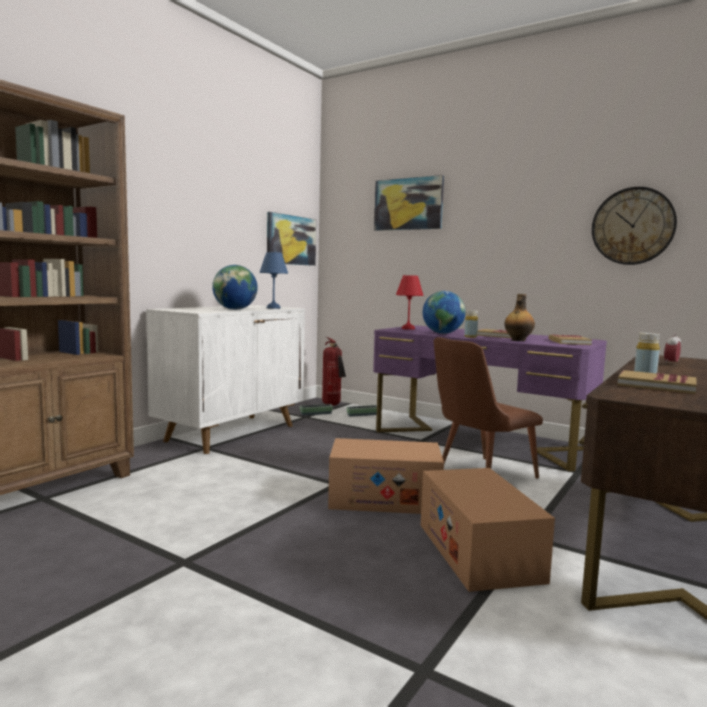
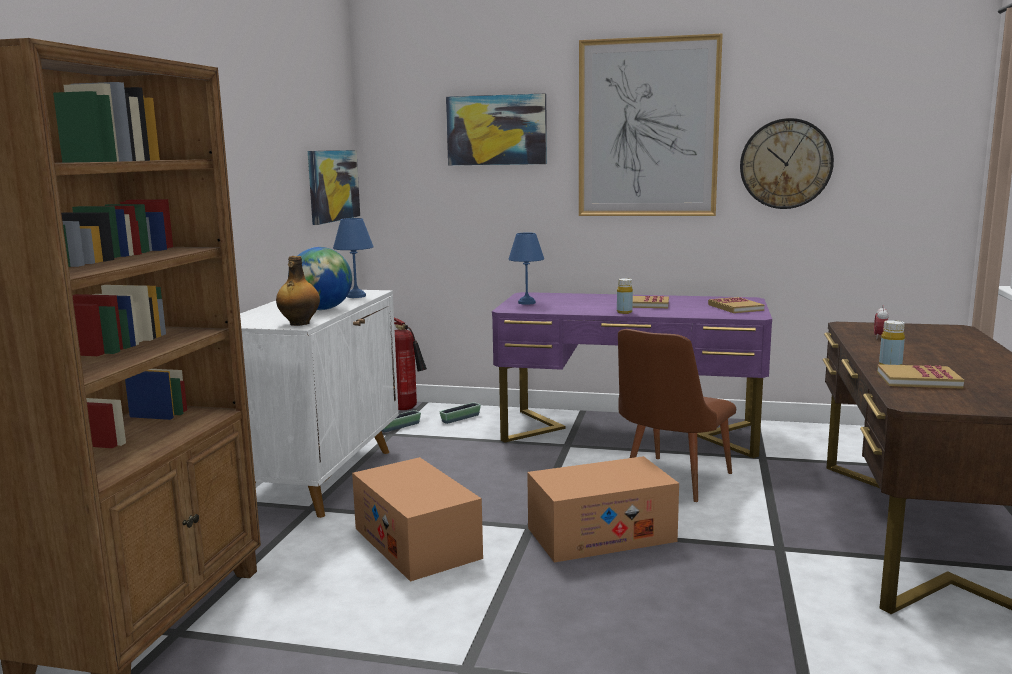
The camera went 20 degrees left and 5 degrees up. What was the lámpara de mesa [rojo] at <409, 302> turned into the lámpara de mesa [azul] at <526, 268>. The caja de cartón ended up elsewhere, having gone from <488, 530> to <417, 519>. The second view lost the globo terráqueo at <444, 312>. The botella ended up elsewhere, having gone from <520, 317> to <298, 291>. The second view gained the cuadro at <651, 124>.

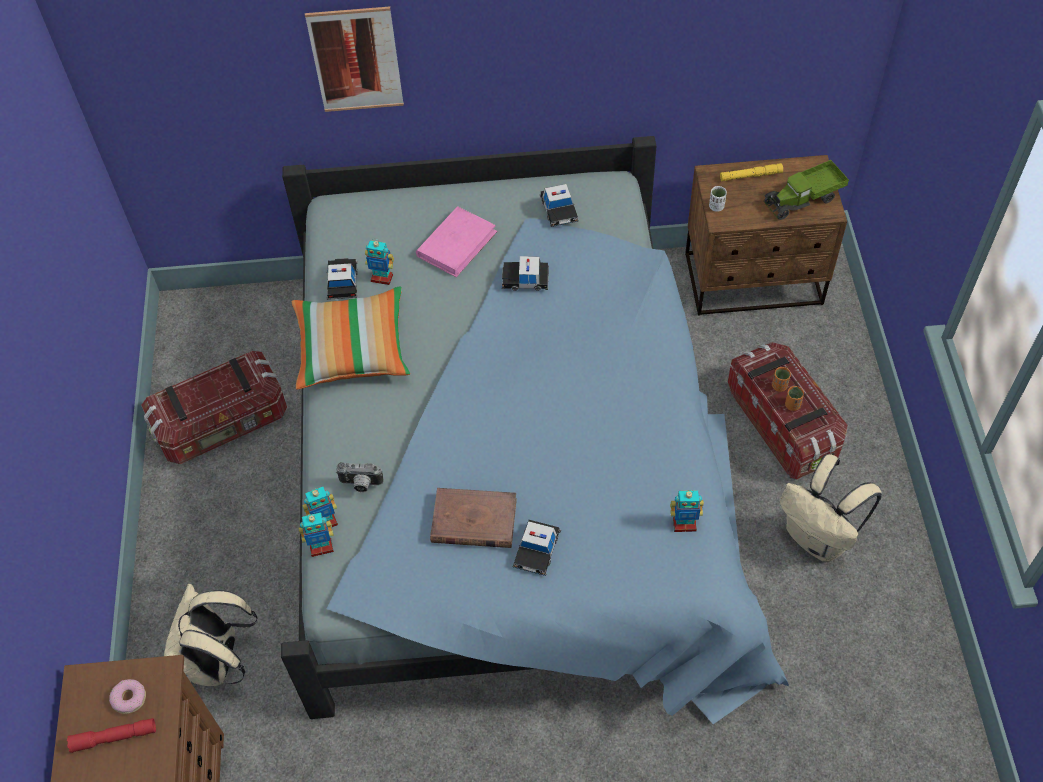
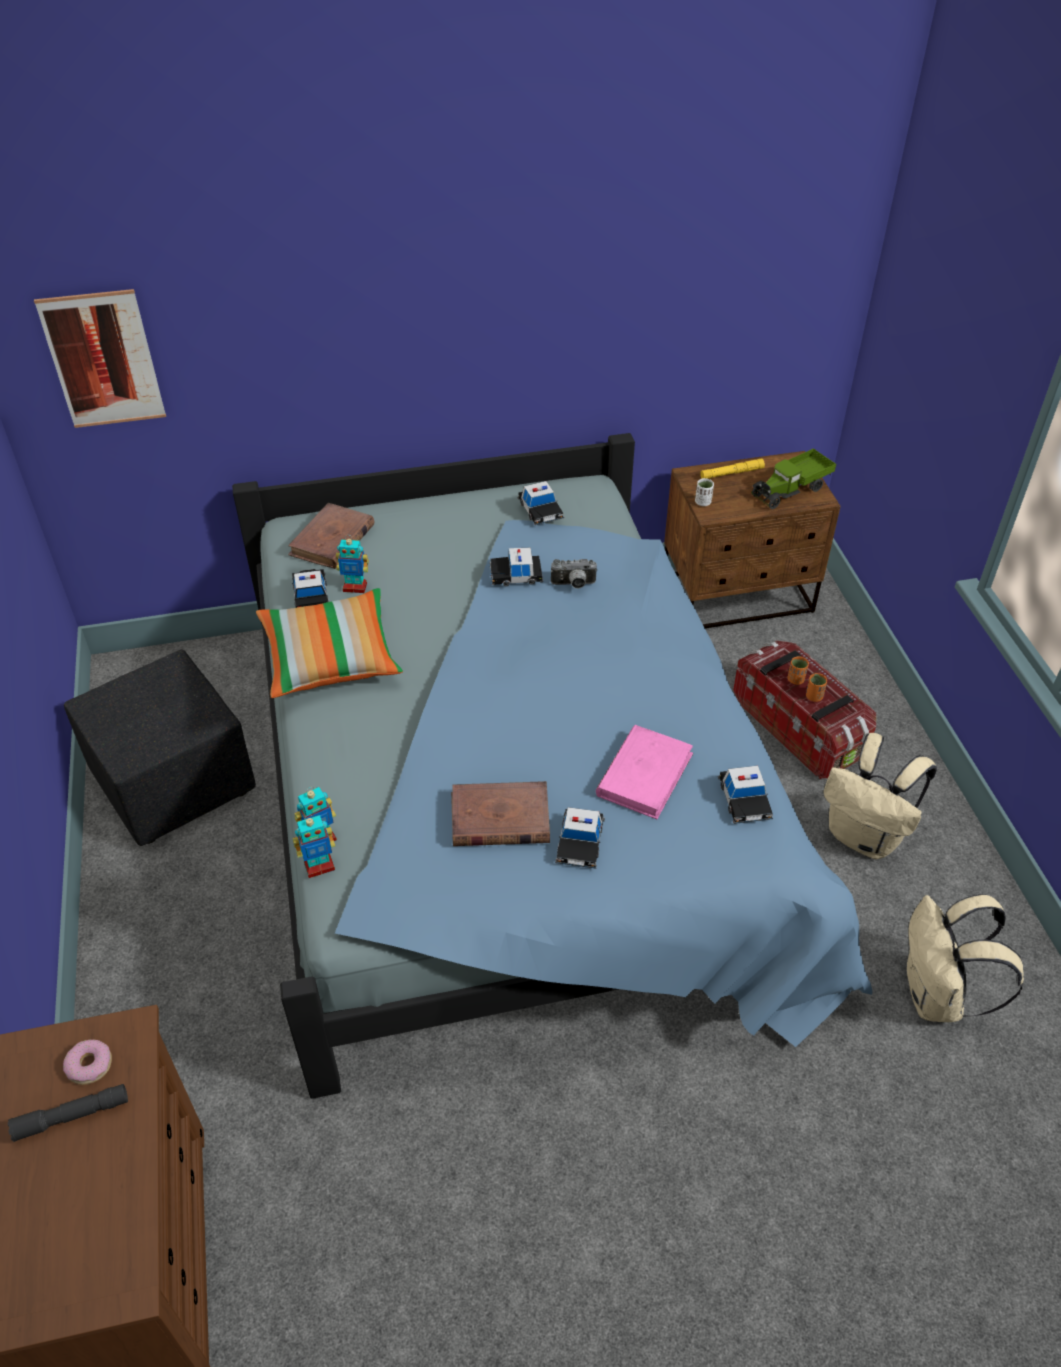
The camera went 10 degrees left and 10 degrees down. What was the linterna [rojo] at <111, 735> turned into the linterna [gris] at <68, 1113>. Where the caja de almacenaje stood at <214, 407>, the puf [negro] came to stand at <160, 748>. The mochila [beis] ended up elsewhere, having gone from <211, 635> to <965, 958>. The cuadro ended up elsewhere, having gone from <354, 59> to <100, 358>. The cámara ended up elsewhere, having gone from <359, 477> to <574, 574>. The libro [rosa] ended up elsewhere, having gone from <456, 241> to <644, 772>. Where the robot de juguete stood at <687, 511>, the coche de juguete came to stand at <745, 795>. The second view gained the libro [marrón] at <331, 536>.

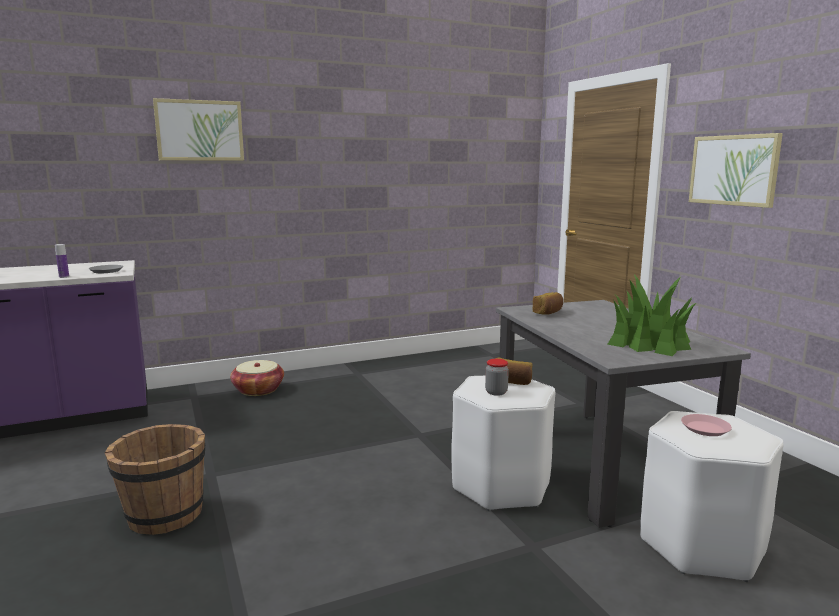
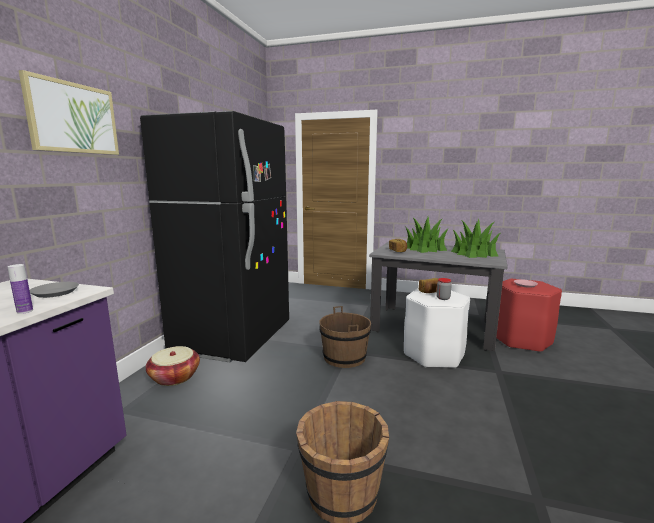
The camera went 50 degrees left and 0 degrees up. What was the taburete [blanco] at <712, 496> turned into the taburete [rojo] at <529, 315>. The second view lost the cuadro at <736, 170>. The second view gained the nevera [negro] at <214, 236>. The second view gained the cubo [marrón] at <345, 337>. The second view gained the planta en maceta at <427, 235>.

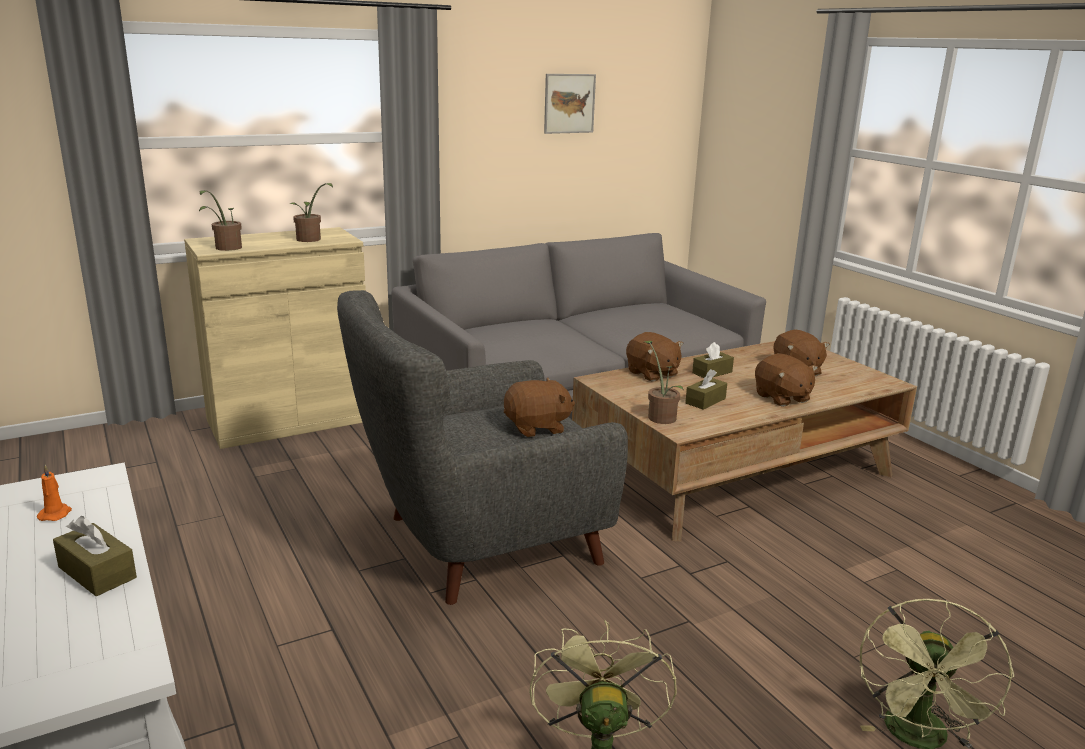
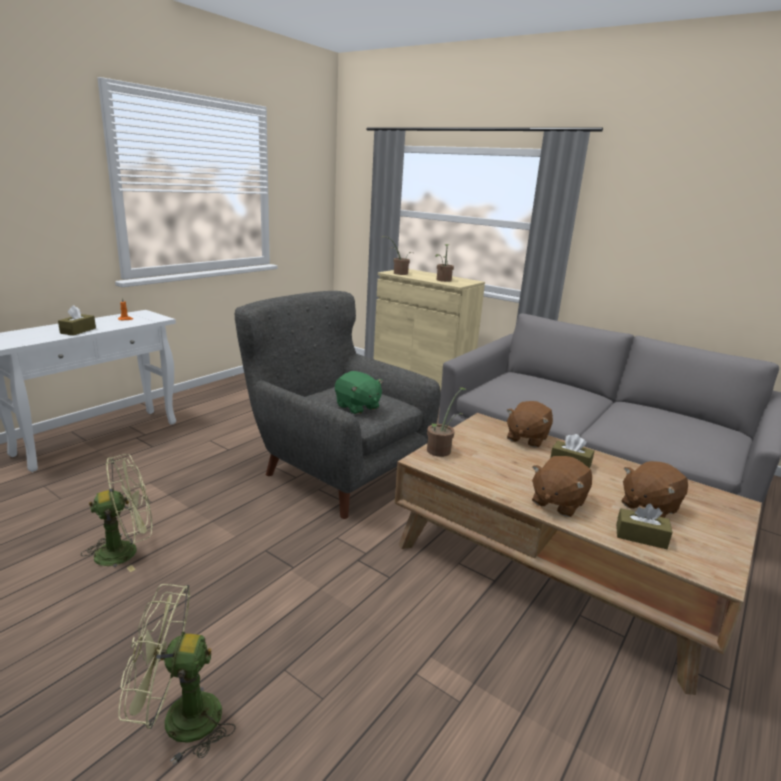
The camera went 65 degrees right and 0 degrees up. What was the peluche [marrón] at <539, 407> turned into the peluche [verde] at <359, 393>. The second view lost the cuadro at <570, 104>. The caja de pañuelos [marrón] ended up elsewhere, having gone from <706, 389> to <644, 526>.

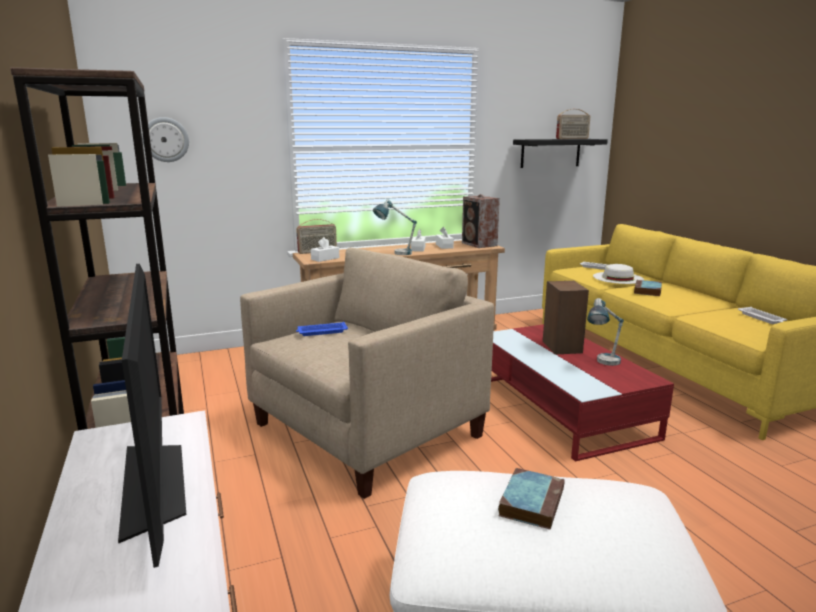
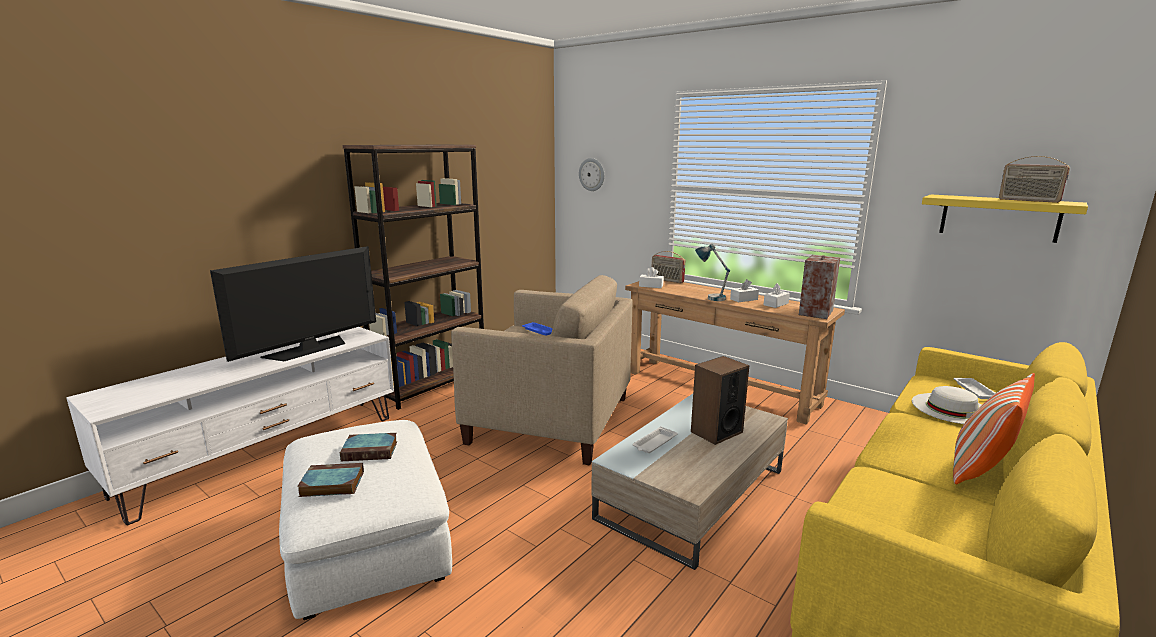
The camera went 60 degrees right and 0 degrees up. What was the mesa de centro [rojo] at <582, 393> turned into the mesa de centro [beis] at <689, 482>. What was the estante [negro] at <560, 153> turned into the estante [amarillo] at <1005, 218>. The second view lost the lámpara de mesa at <605, 332>. The libro ended up elsewhere, having gone from <648, 288> to <330, 480>. The bandeja [blanco] ended up elsewhere, having gone from <762, 315> to <655, 439>. The second view gained the cojín at <994, 428>.

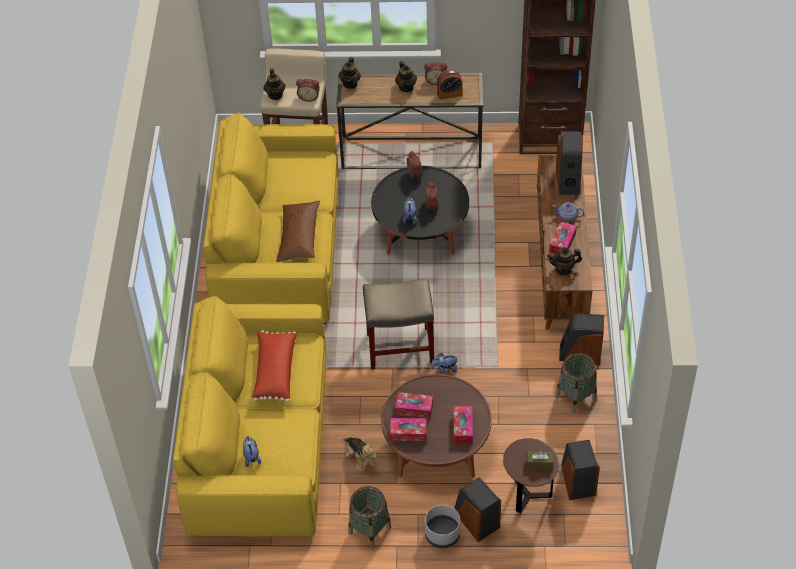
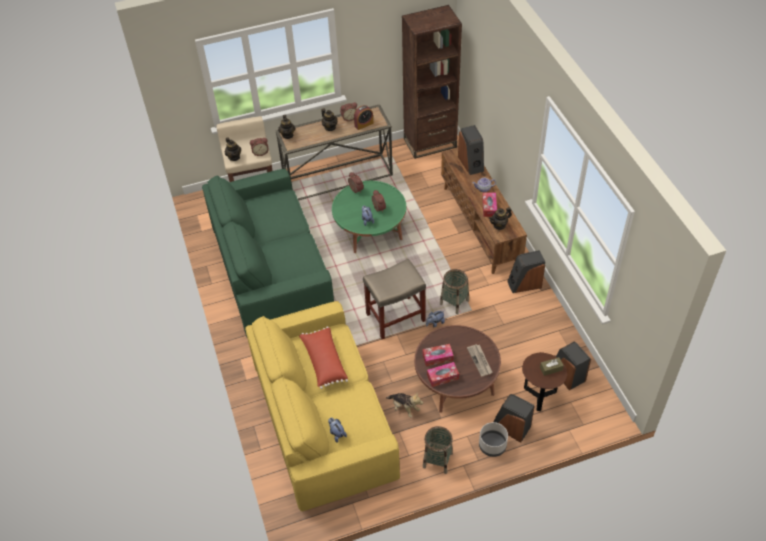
The camera went 20 degrees left and 0 degrees up. What was the sofá [amarillo] at <271, 218> turned into the sofá [verde] at <268, 253>. The second view lost the cojín [marrón] at <298, 231>. What was the mesa de centro [negro] at <420, 210> turned into the mesa de centro [verde] at <369, 217>. Where the caja de pañuelos stood at <463, 424>, the periódico came to stand at <480, 360>. The cesta ended up elsewhere, having gone from <576, 383> to <454, 291>.

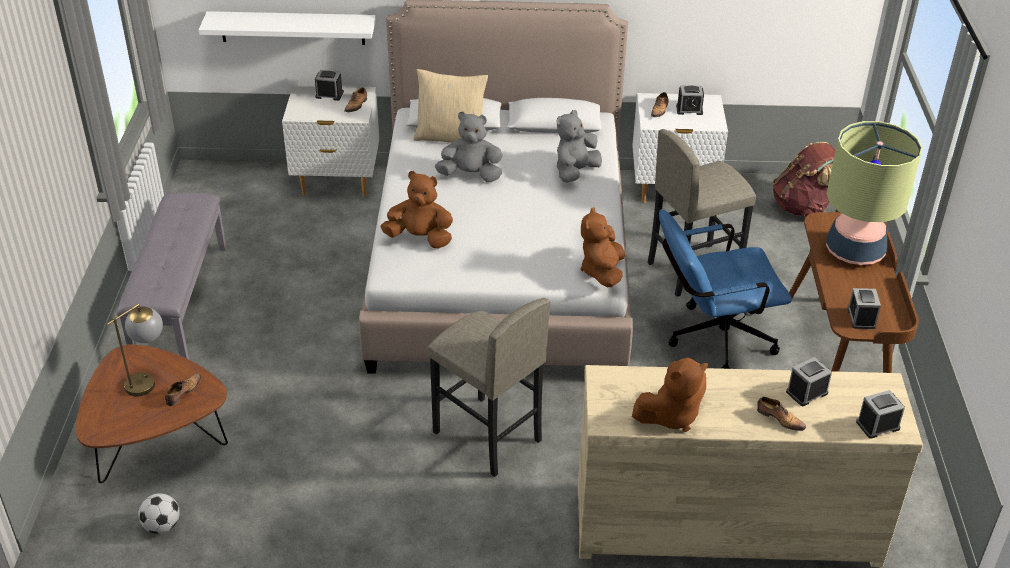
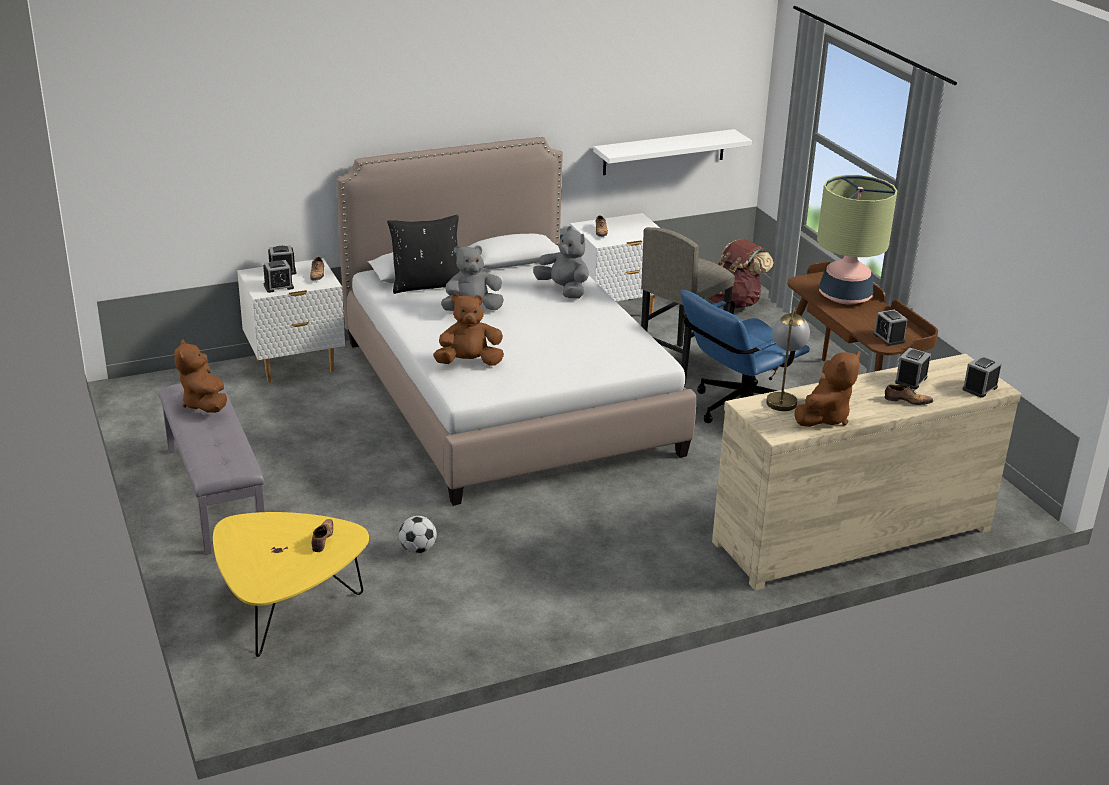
The camera went 25 degrees left and 10 degrees down. What was the mesa de centro [marrón] at <152, 413> turned into the mesa de centro [amarillo] at <291, 584>. The lámpara de mesa ended up elsewhere, having gone from <135, 350> to <788, 359>. The balón de fútbol ended up elsewhere, having gone from <159, 513> to <418, 535>. The estante [blanco] ended up elsewhere, having gone from <287, 28> to <672, 152>. What was the cojín [beis] at <450, 106> turned into the cojín [negro] at <423, 254>. The second view lost the taburete [gris] at <488, 387>. The peluche [gris] at <579, 146> ended up facing another way, 120 degrees clockwise from before. The peluche [marrón] ended up elsewhere, having gone from <603, 247> to <200, 376>. The despertador ended up elsewhere, having gone from <690, 100> to <278, 276>.

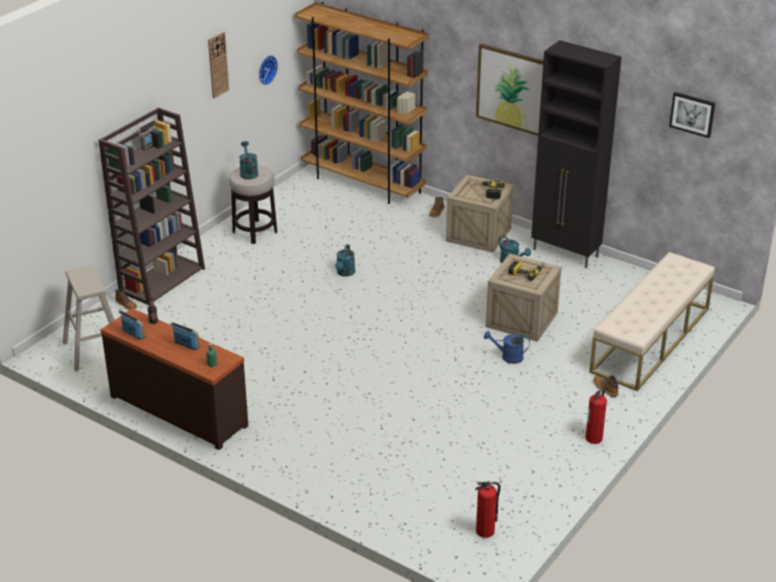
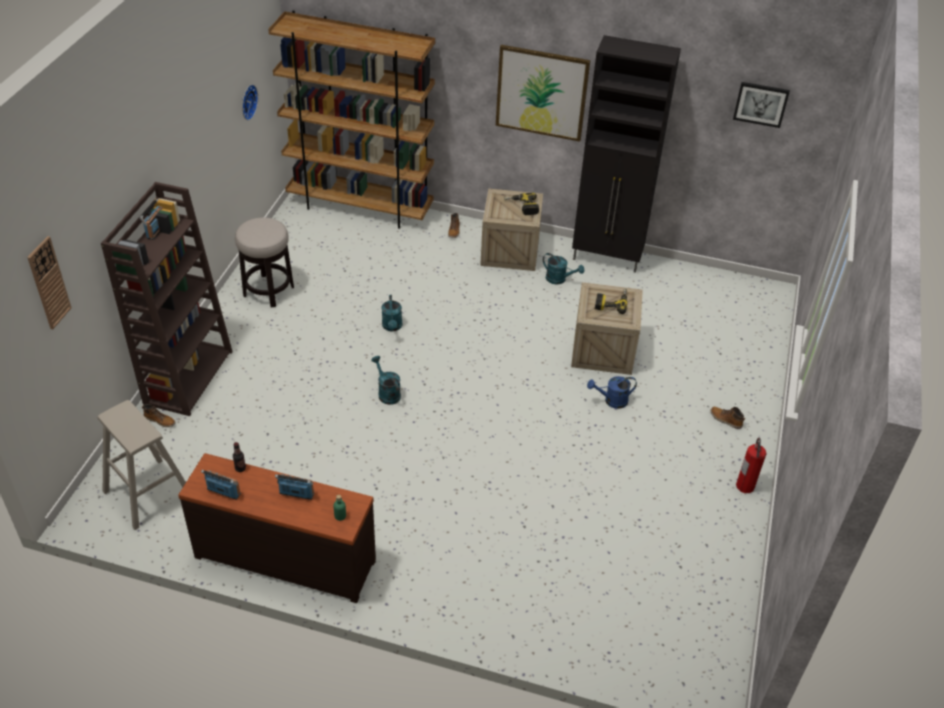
The camera went 20 degrees left and 10 degrees up. The reloj de pared ended up elsewhere, having gone from <218, 65> to <49, 282>. The regadera [turquesa] ended up elsewhere, having gone from <248, 160> to <386, 380>. The second view lost the extintor at <488, 509>. The second view lost the banco [beis] at <652, 321>.

